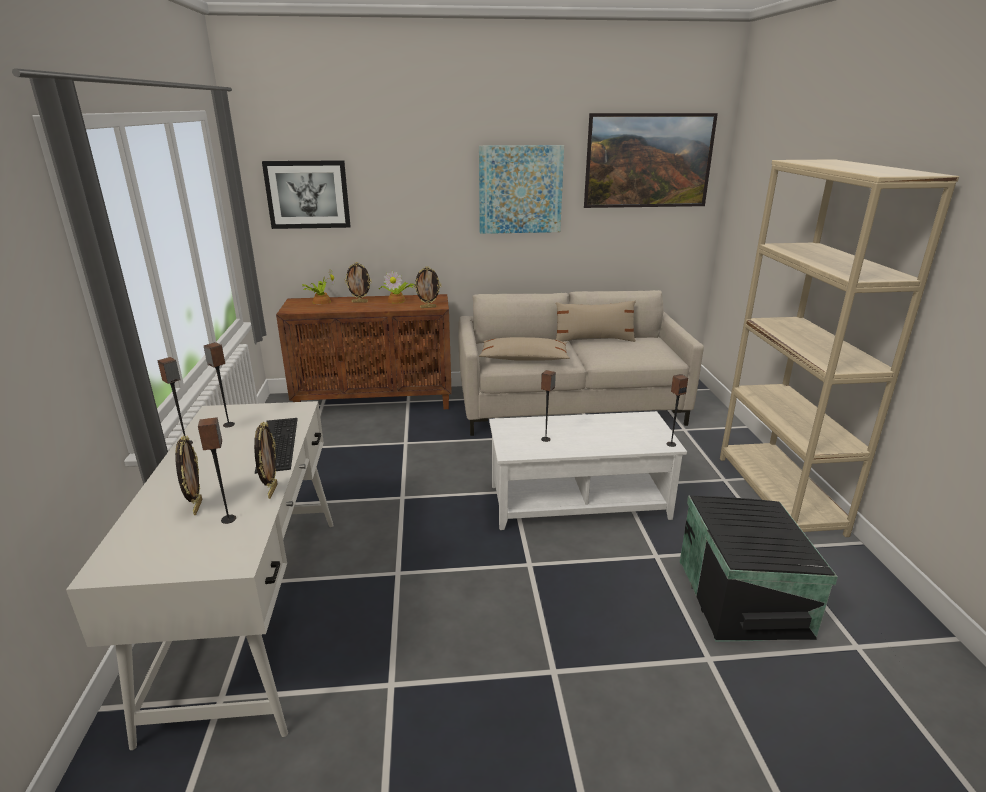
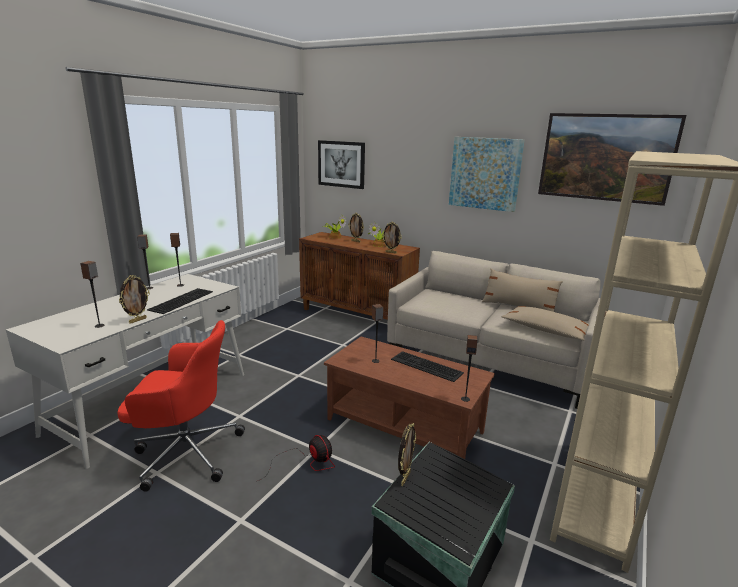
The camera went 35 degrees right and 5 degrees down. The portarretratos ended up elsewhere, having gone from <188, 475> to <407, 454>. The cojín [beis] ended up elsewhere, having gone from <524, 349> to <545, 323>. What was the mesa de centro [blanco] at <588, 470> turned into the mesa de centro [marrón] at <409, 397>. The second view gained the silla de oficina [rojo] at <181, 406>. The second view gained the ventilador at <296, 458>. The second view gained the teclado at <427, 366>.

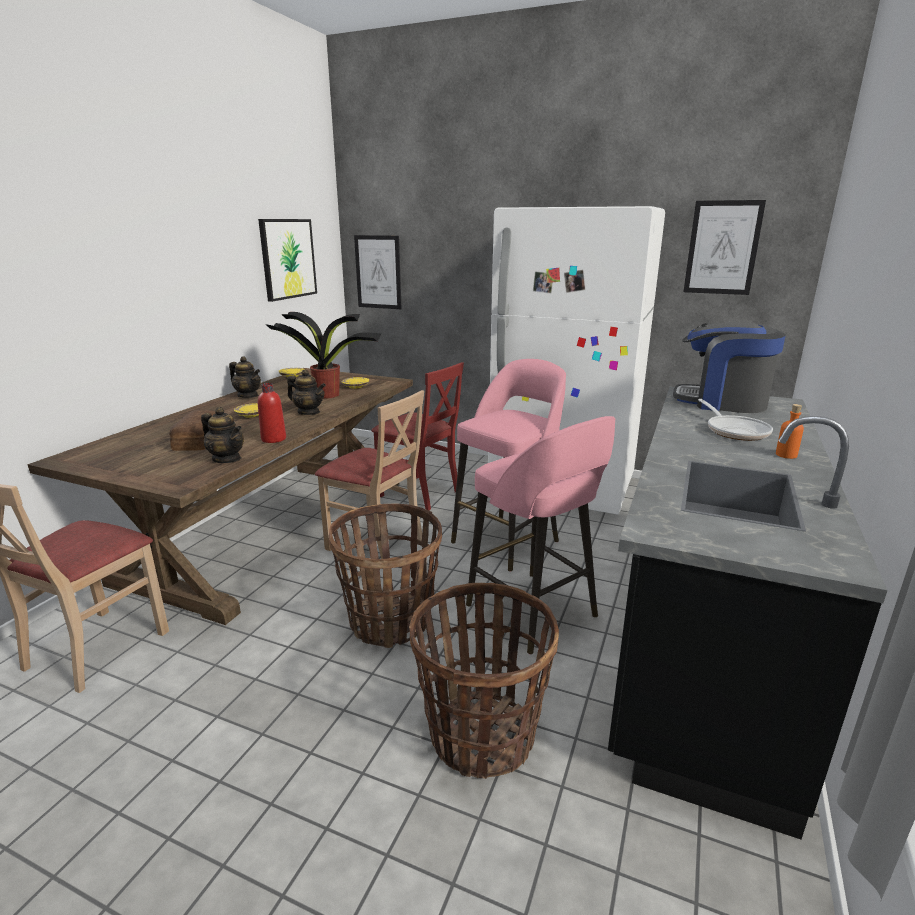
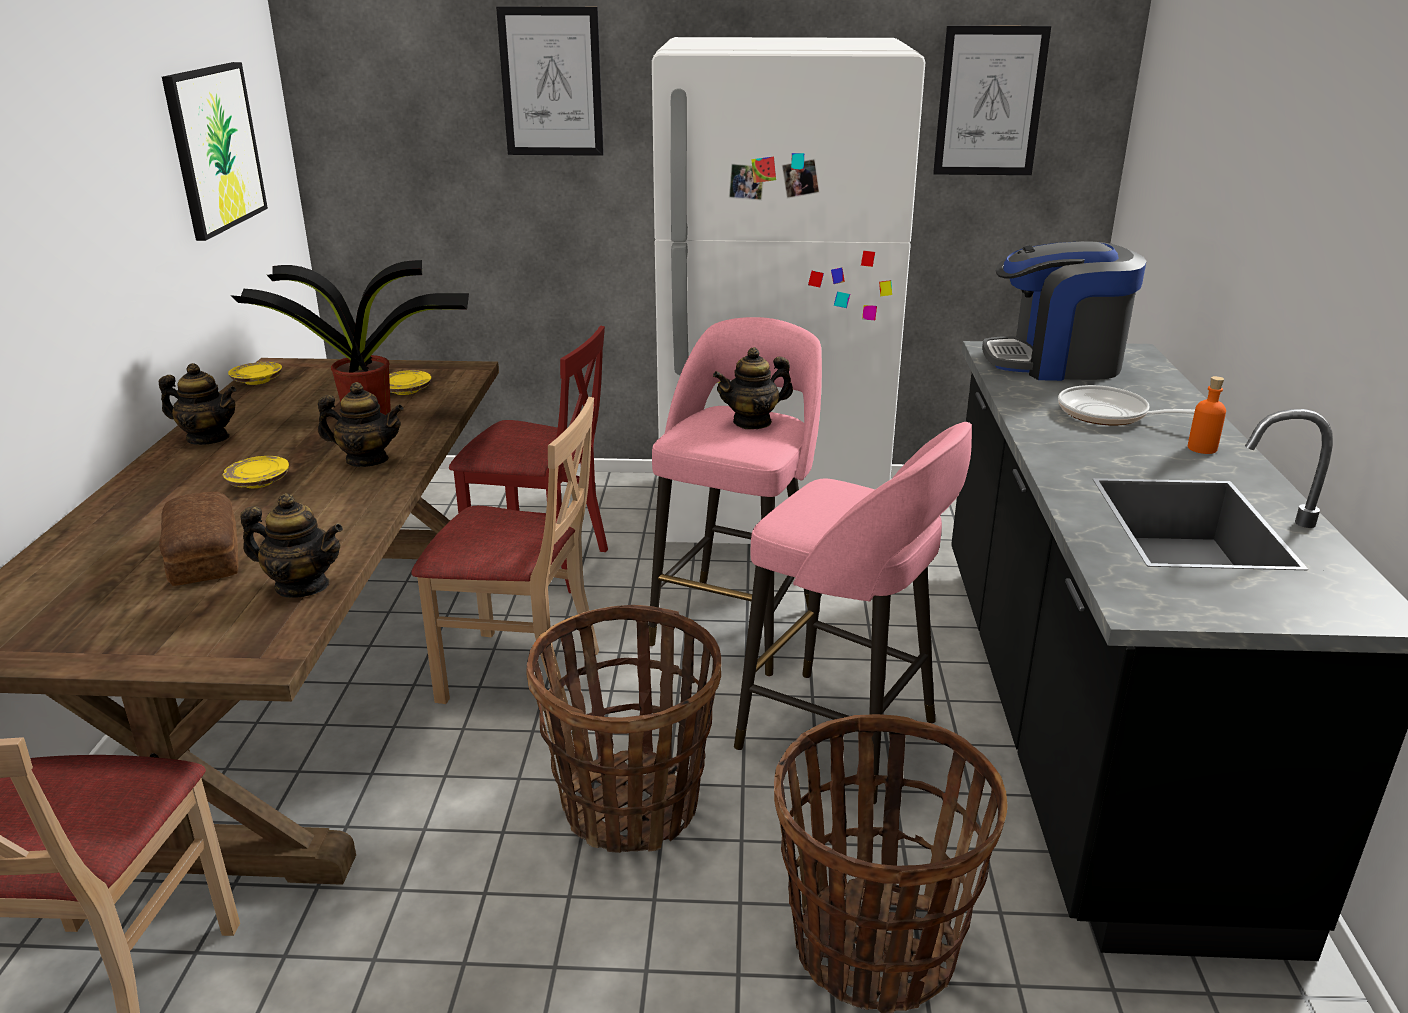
The camera went 20 degrees left and 5 degrees up. The second view lost the botella [rojo] at <272, 413>. The cuadro ended up elsewhere, having gone from <378, 272> to <550, 81>. The sartén at <735, 420> ended up facing another way, 150 degrees clockwise from before. The second view gained the tetera at <753, 388>.

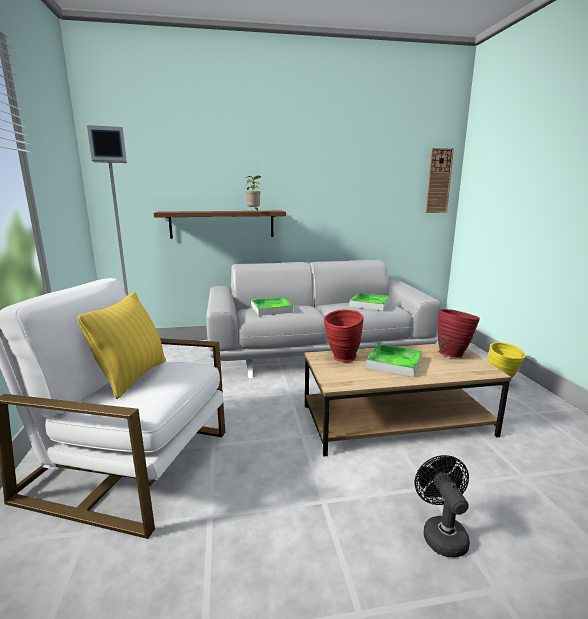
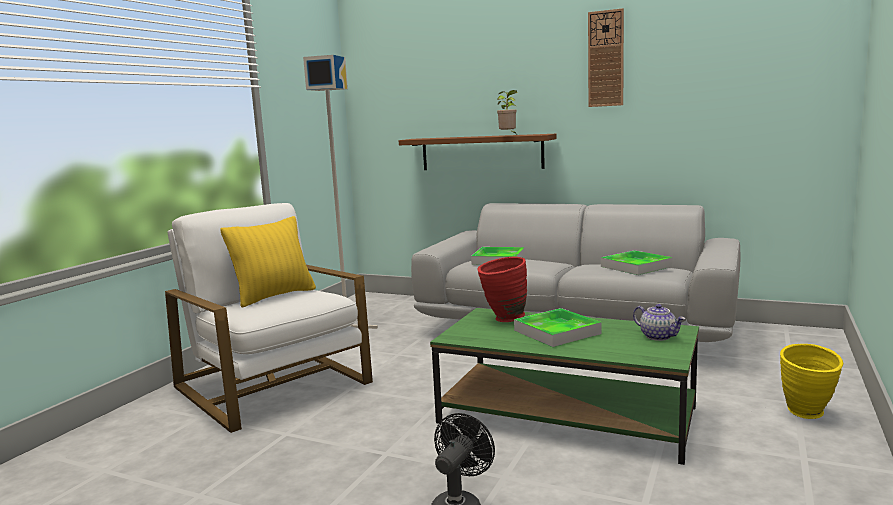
The camera went 35 degrees right and 5 degrees down. What was the mesa de centro [marrón] at <407, 400> turned into the mesa de centro [verde] at <564, 386>. The reloj de pared ended up elsewhere, having gone from <439, 180> to <606, 57>. Where the florero [rojo] stood at <459, 333>, the tetera came to stand at <659, 322>.

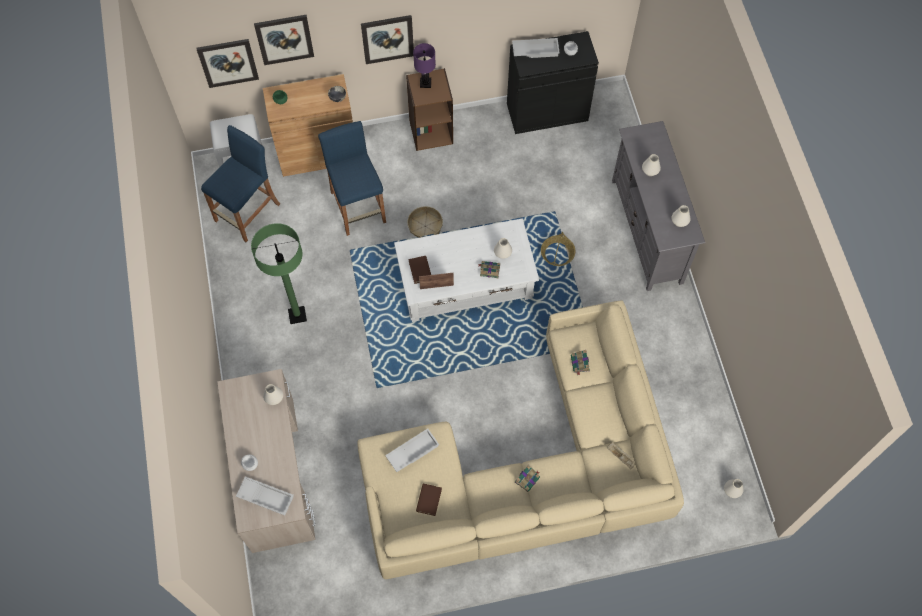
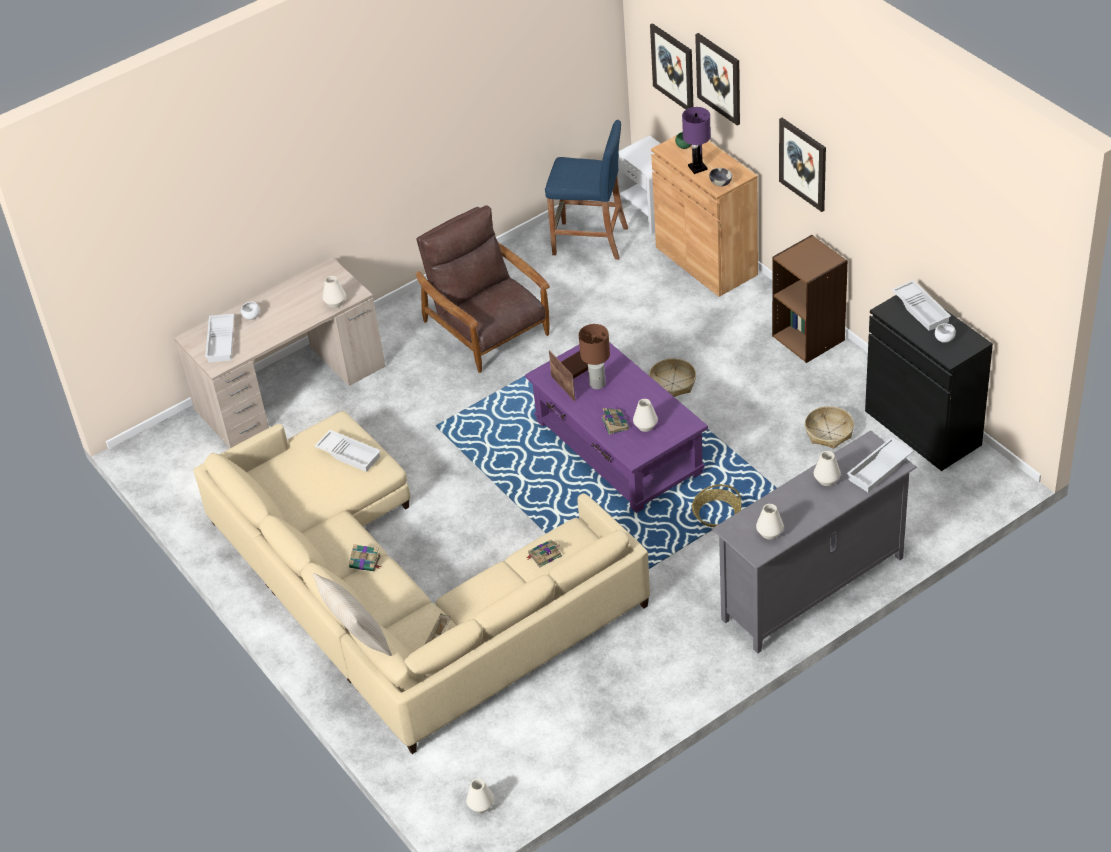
The camera went 70 degrees right and 20 degrees down. Where the lámpara de pie [verde] stood at <279, 273>, the sillón [marrón] came to stand at <483, 289>. The second view lost the taburete [azul] at <352, 178>. What was the mesa de centro [blanco] at <466, 270> turned into the mesa de centro [morado] at <616, 427>. The lámpara de mesa [morado] ended up elsewhere, having gone from <424, 65> to <696, 140>. The second view lost the libro [marrón] at <429, 500>. The second view gained the cojín [beis] at <352, 614>. The second view gained the lámpara de mesa [marrón] at <594, 356>. The second view gained the cesta at <829, 427>. The second view gained the bandeja [blanco] at <880, 464>.

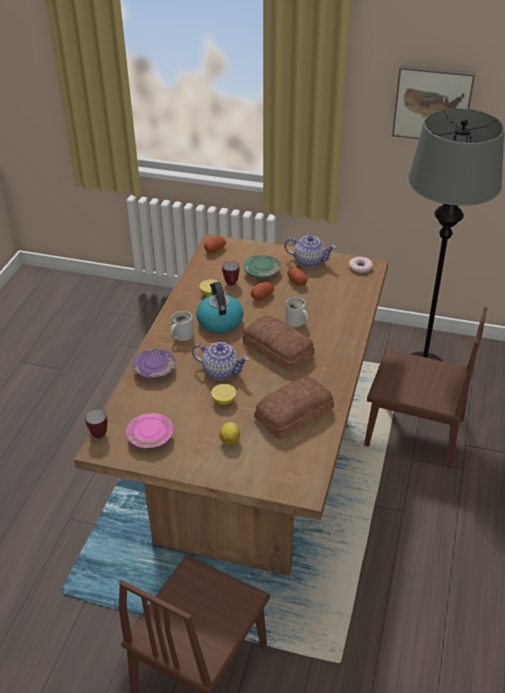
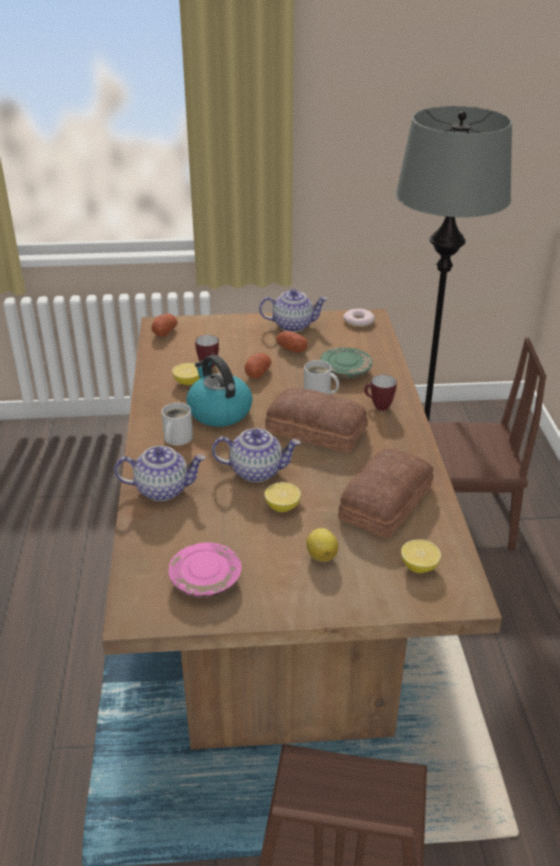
The camera went 20 degrees left and 5 degrees down. The taza grande ended up elsewhere, having gone from <96, 424> to <380, 393>. Where the plato [morado] stood at <154, 364>, the tetera came to stand at <160, 473>. The plato [verde] ended up elsewhere, having gone from <262, 267> to <346, 362>. The second view lost the cuadro at <433, 102>. The second view gained the limón at <421, 556>.

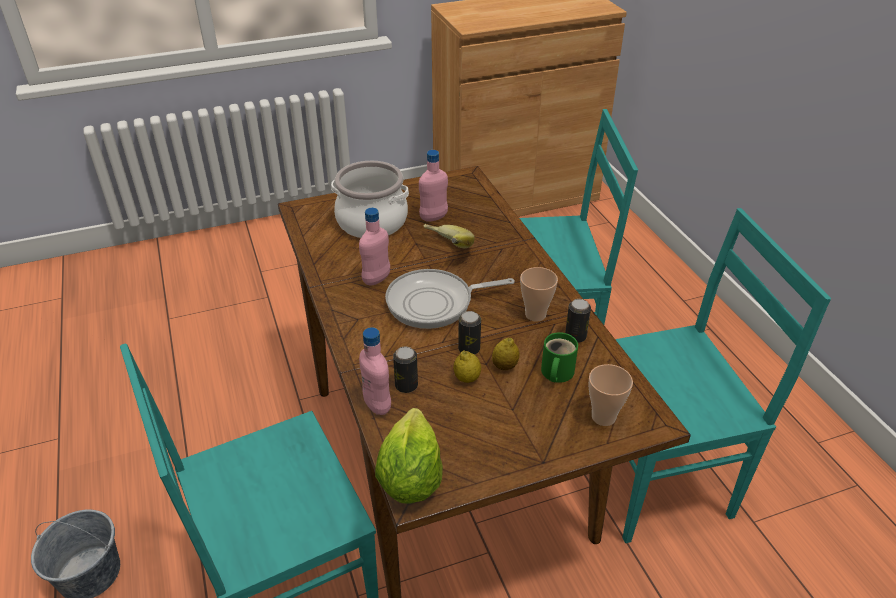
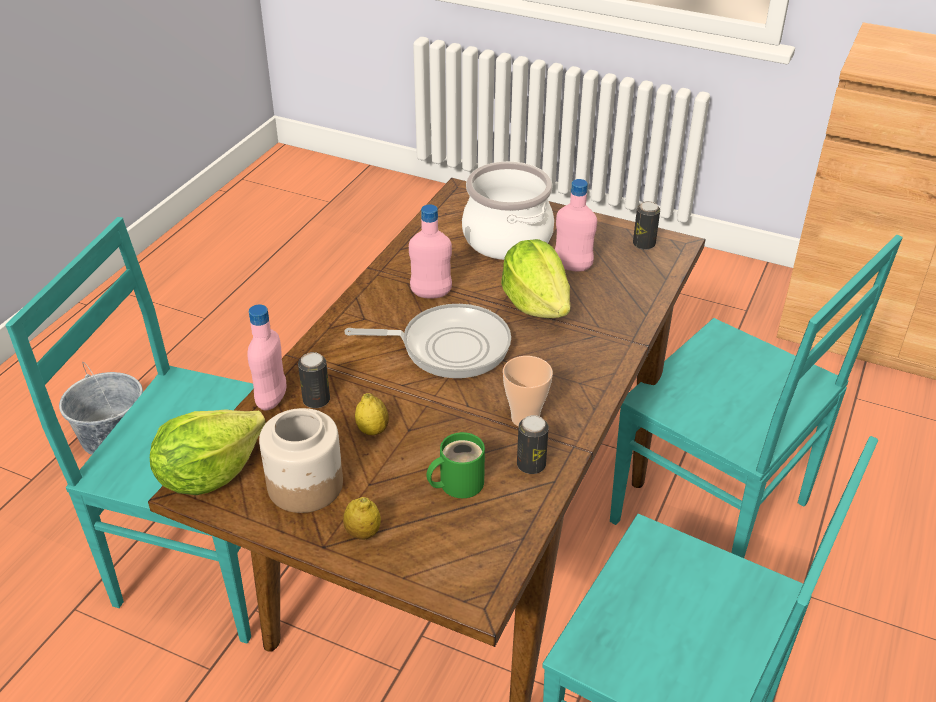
The camera went 45 degrees right and 0 degrees up. The sartén at <450, 299> ended up facing another way, 150 degrees clockwise from before. Where the plátano stood at <449, 236>, the lechuga came to stand at <535, 278>. The lata ended up elsewhere, having gone from <469, 333> to <646, 225>. The limón ended up elsewhere, having gone from <505, 354> to <362, 518>. The second view lost the taza at <610, 395>. The second view gained the tarro at <301, 460>.

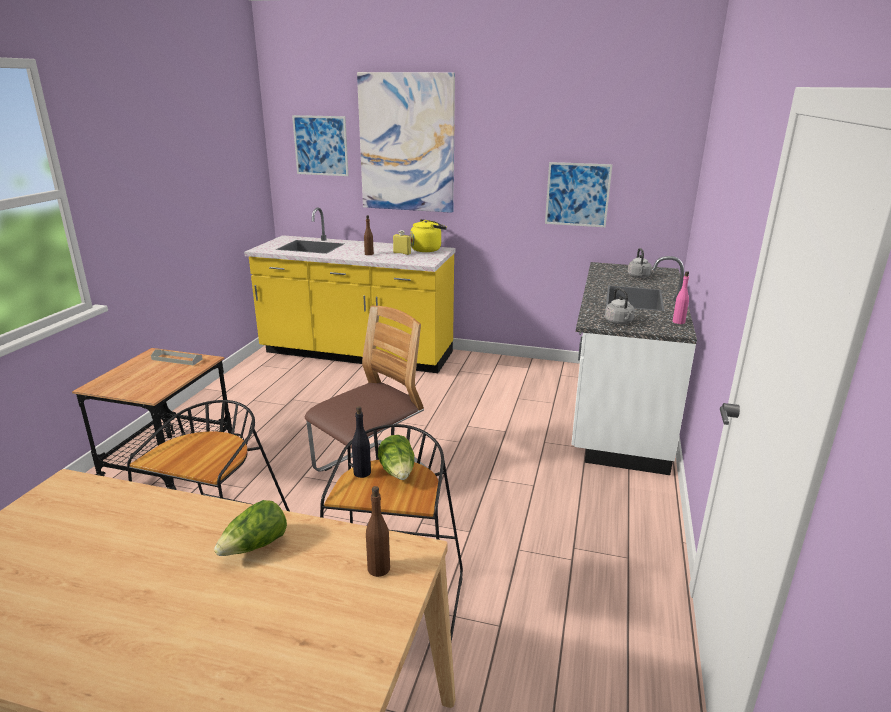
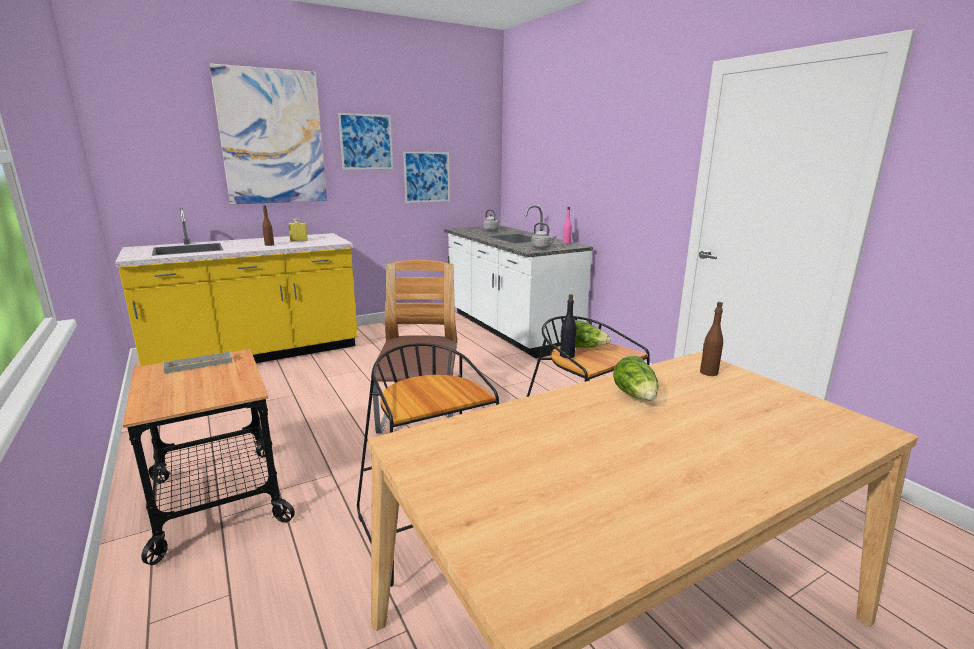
The camera went 45 degrees left and 5 degrees down. The cuadro ended up elsewhere, having gone from <320, 145> to <365, 141>. The second view lost the hervidor [amarillo] at <428, 235>.

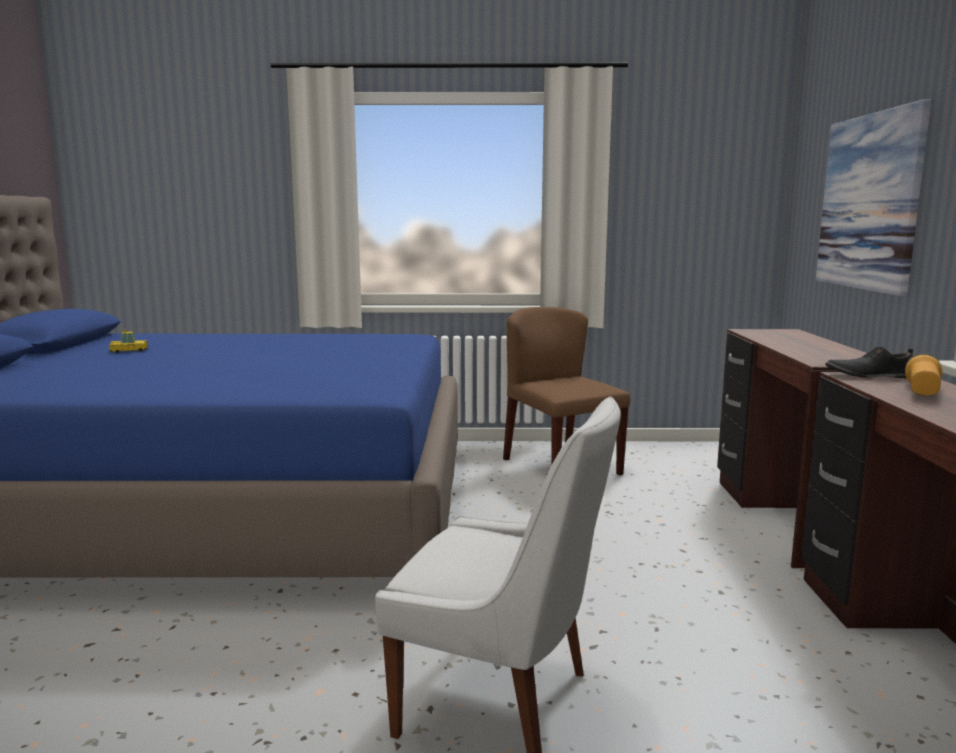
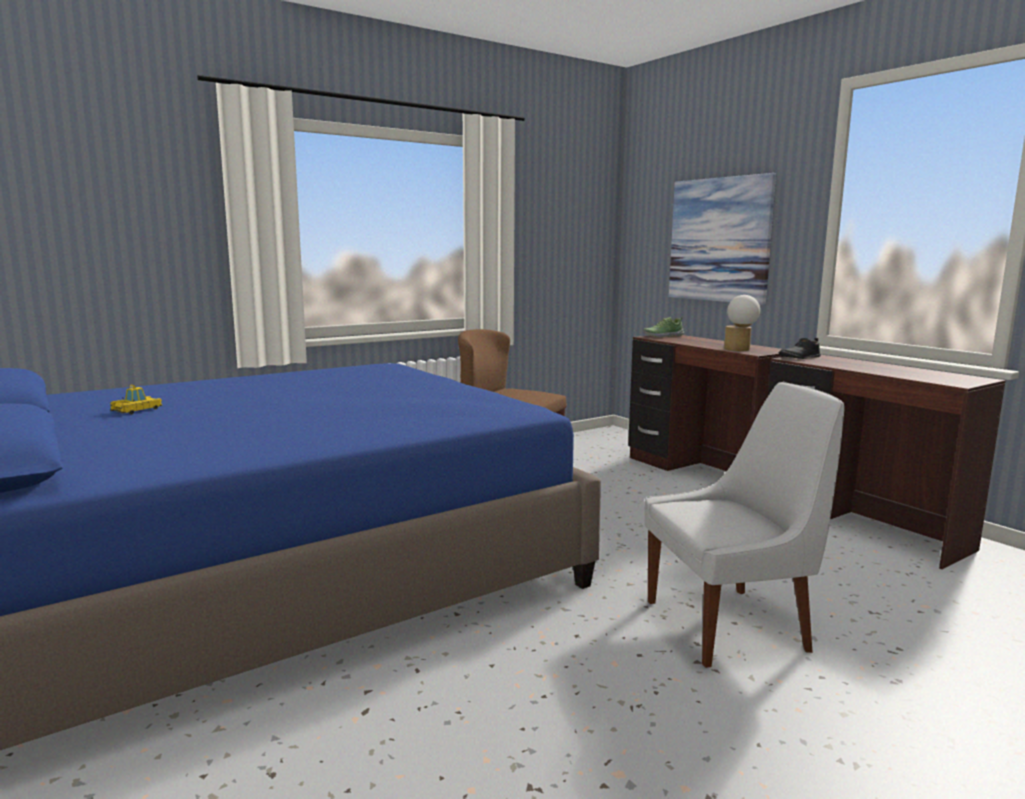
The camera went 35 degrees left and 0 degrees up. The second view lost the linterna at <923, 374>. The second view gained the zapato at <663, 327>. The second view gained the lámpara de mesa at <742, 323>.

